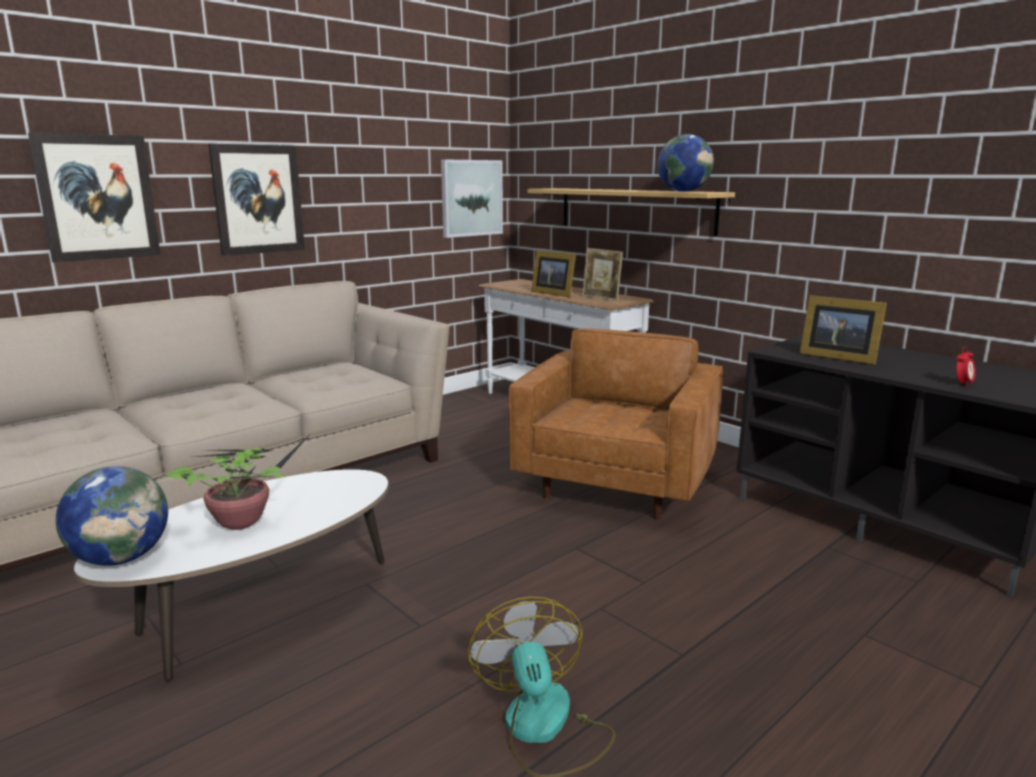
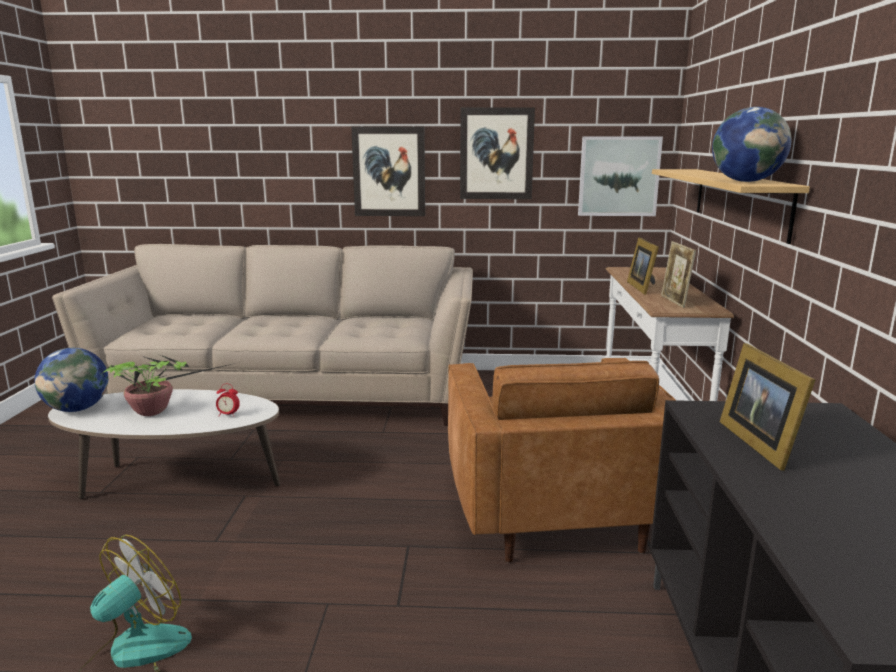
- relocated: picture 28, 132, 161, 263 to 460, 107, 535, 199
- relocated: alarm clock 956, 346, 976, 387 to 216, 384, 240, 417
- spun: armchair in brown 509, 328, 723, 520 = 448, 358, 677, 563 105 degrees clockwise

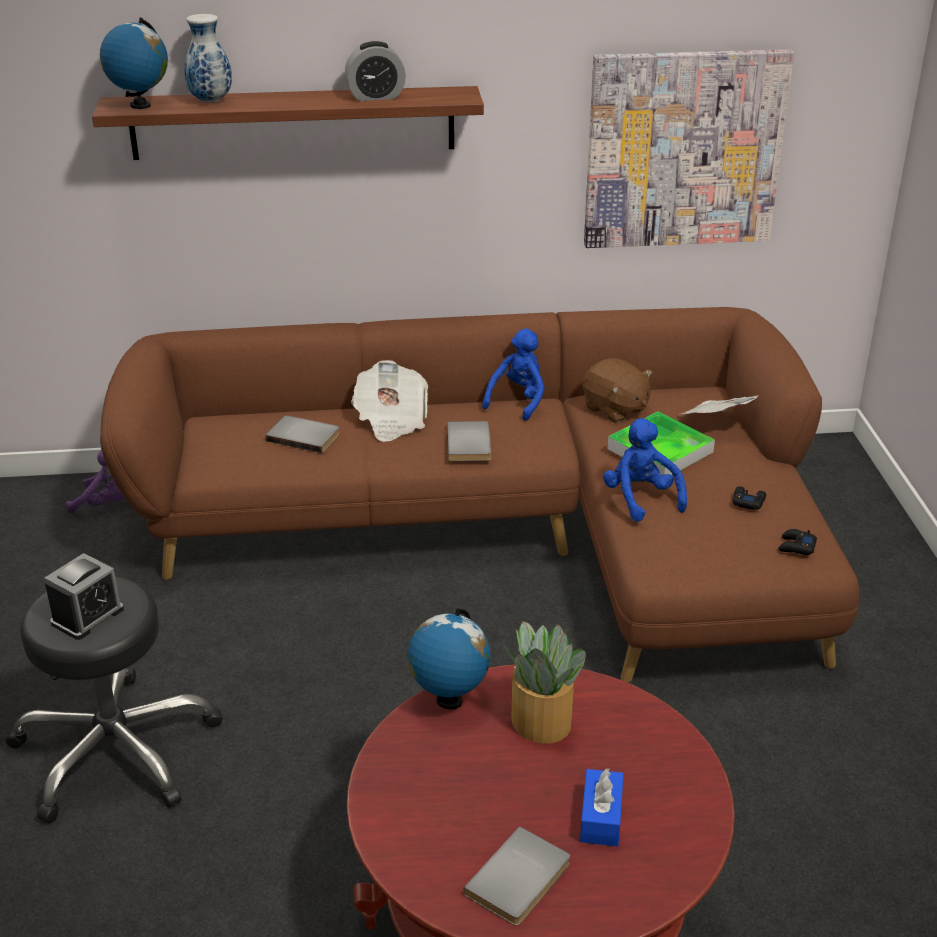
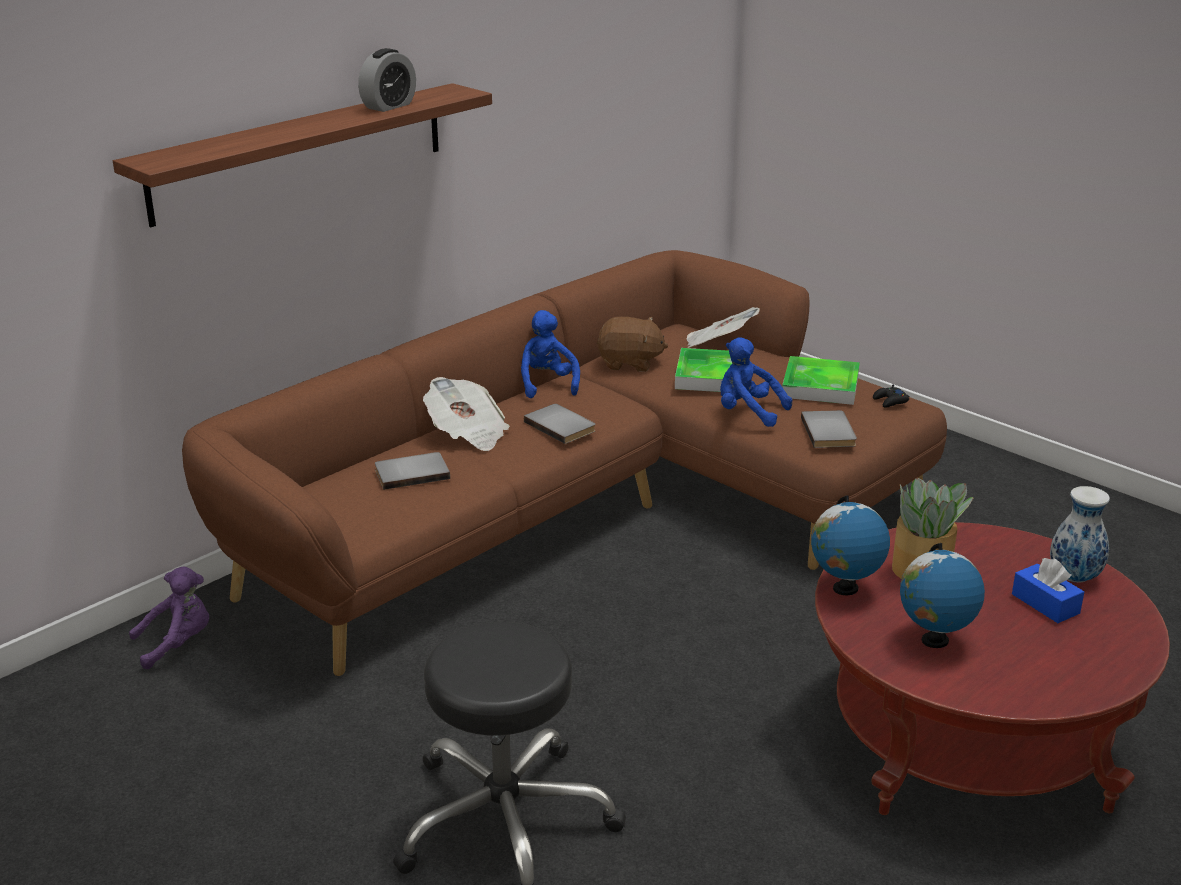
- missing: alarm clock 44, 553, 124, 640
- missing: picture 584, 49, 794, 248
- relocated: globe 100, 18, 168, 109 to 900, 543, 985, 648
- relocated: vase 184, 14, 232, 103 to 1050, 486, 1110, 583
- relocated: book in grey 463, 826, 570, 926 to 801, 410, 857, 448
- exchanged: game controller in black 733, 486, 766, 510 to tray 782, 356, 860, 405

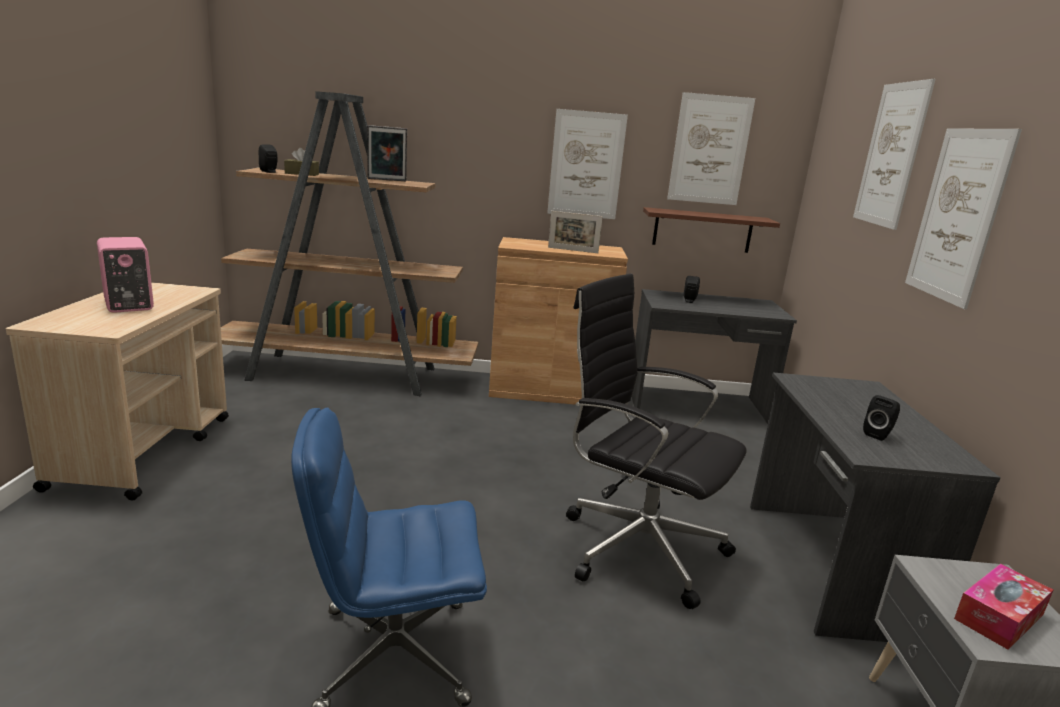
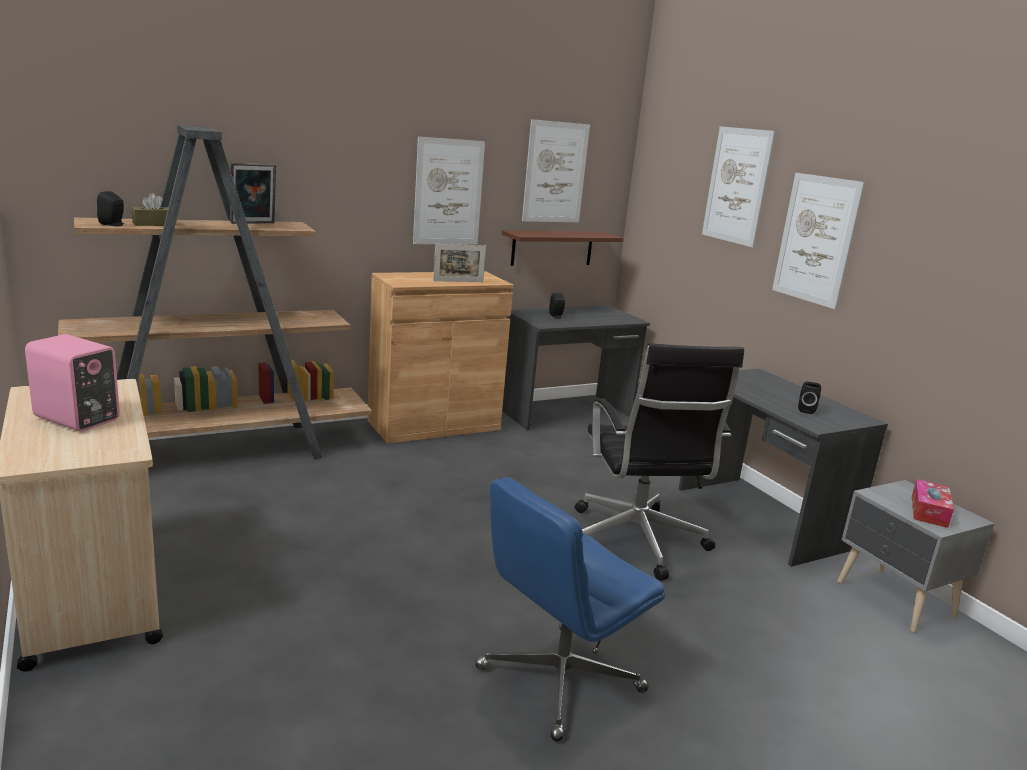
- spun: office chair in black 566, 273, 747, 609 = 575, 344, 744, 580 105 degrees counterclockwise

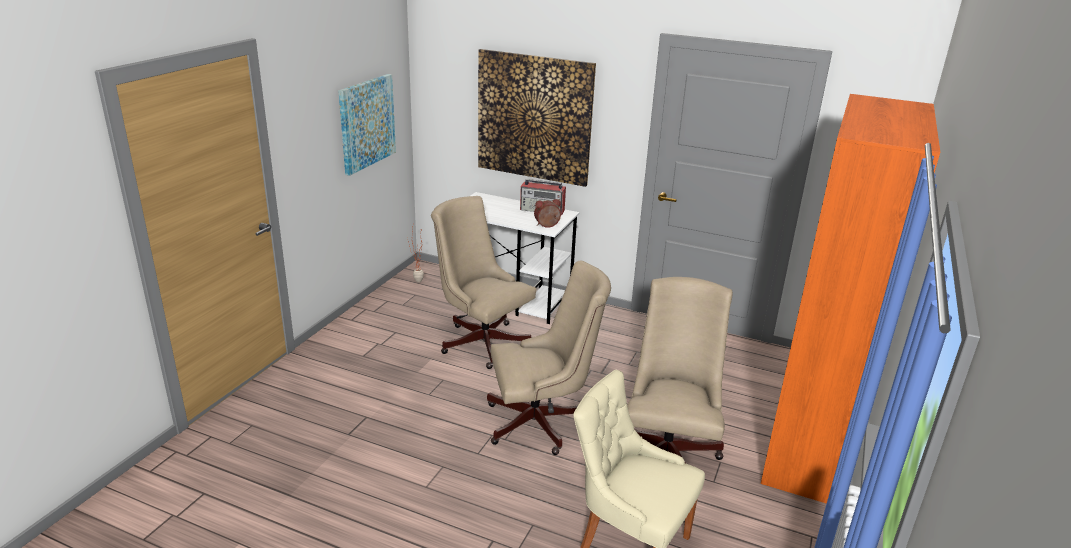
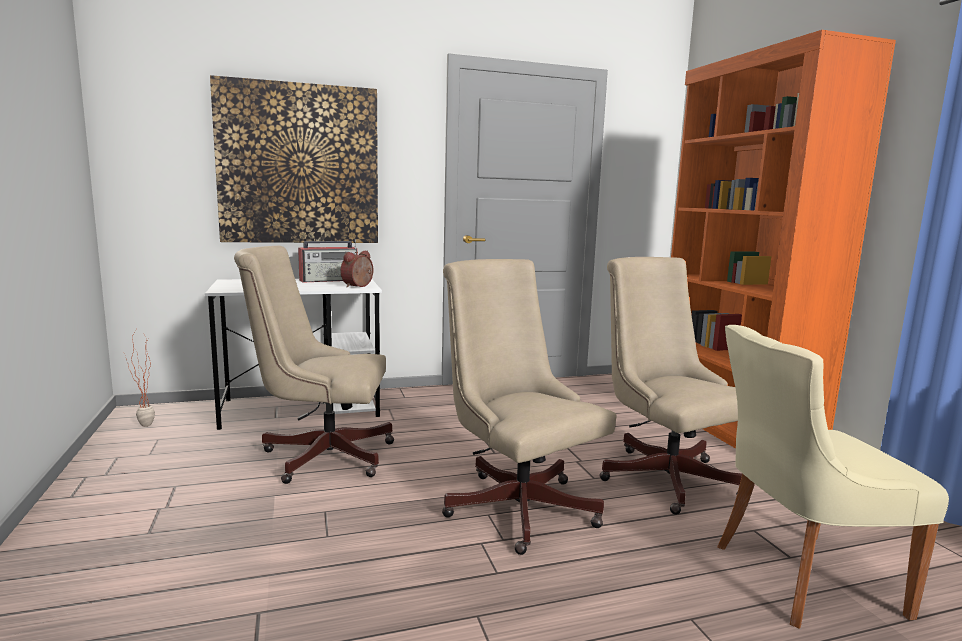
- missing: picture 338, 74, 396, 176
- spun: office chair in beige 487, 261, 611, 455 = 442, 259, 616, 555 75 degrees counterclockwise

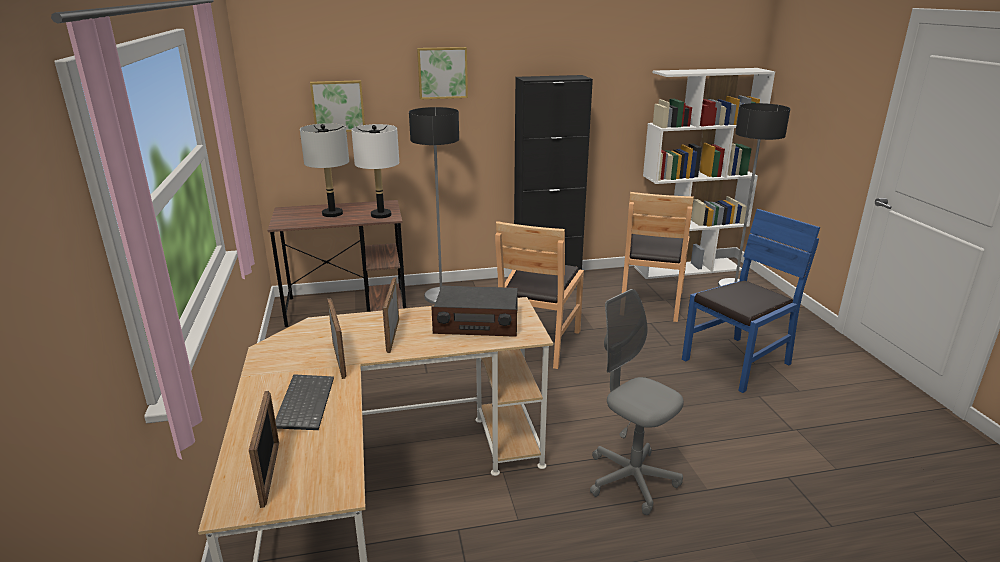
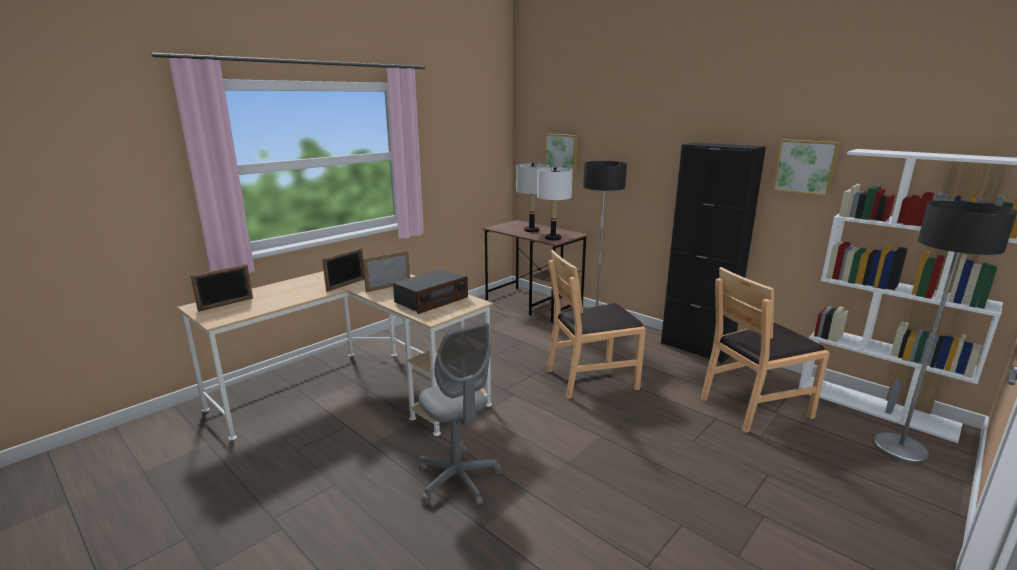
- missing: keyboard 275, 374, 334, 430
- missing: chair in blue 682, 209, 820, 393
- relocated: picture 417, 47, 468, 100 to 772, 139, 840, 196
- spun: radio 431, 286, 518, 337 = 393, 269, 468, 314 105 degrees counterclockwise
- spun: office chair in grey 590, 289, 684, 515 = 419, 323, 502, 507 135 degrees clockwise

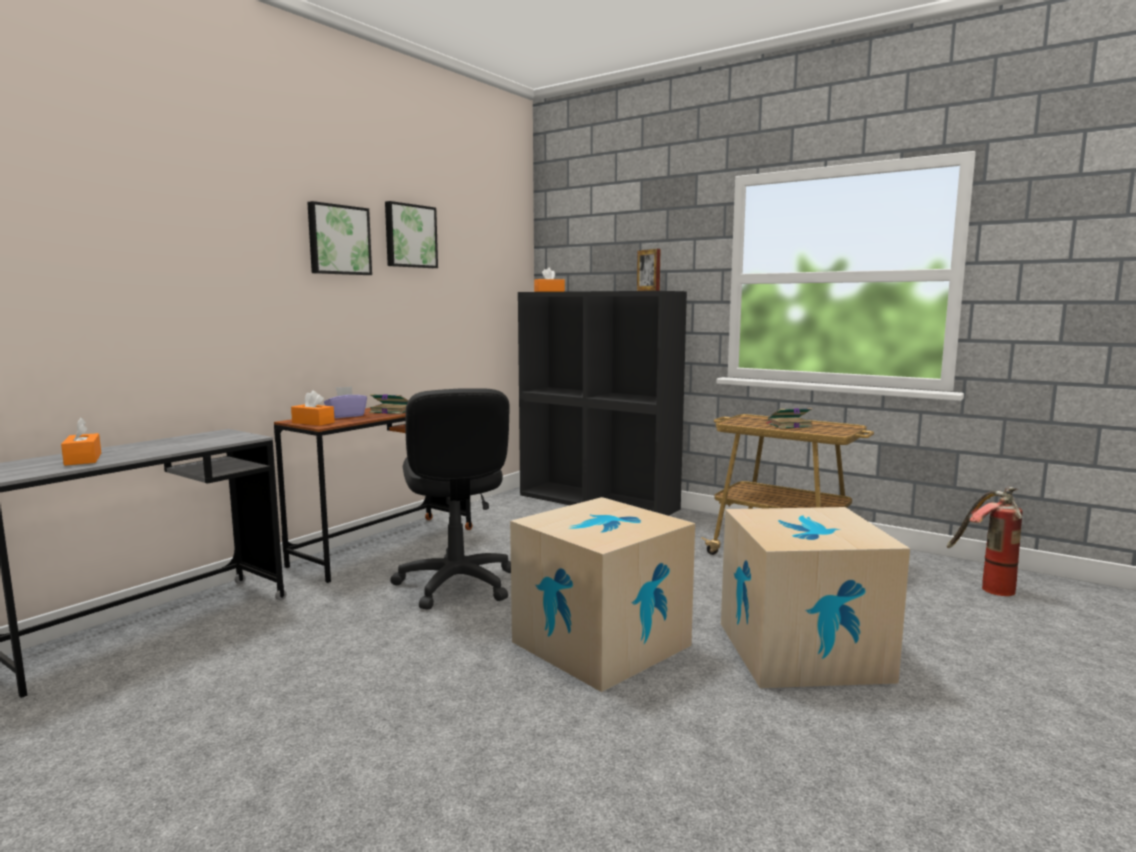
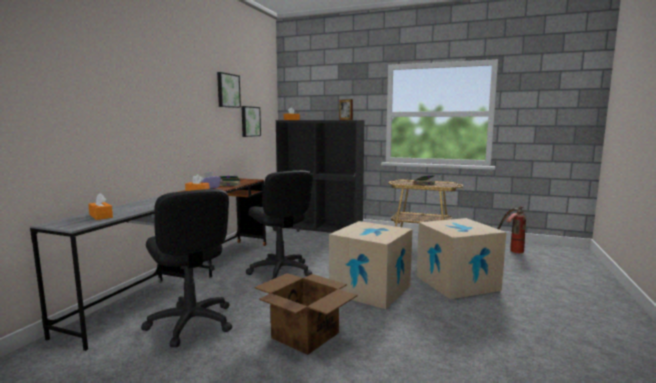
- appeared: office chair in black 141, 189, 232, 347
- appeared: cardboard box 255, 273, 357, 355
- relocated: picture 307, 201, 372, 275 to 241, 106, 261, 137

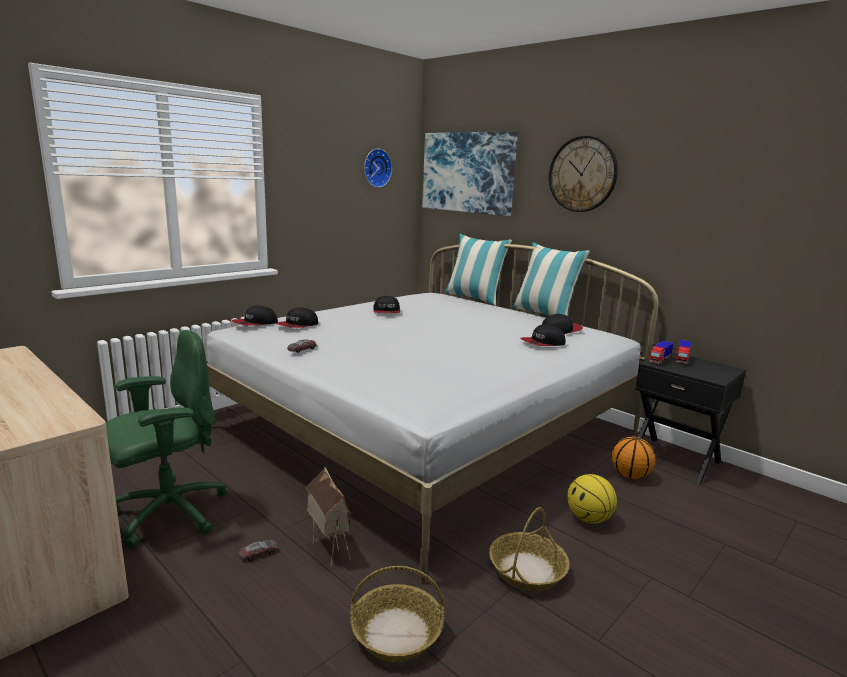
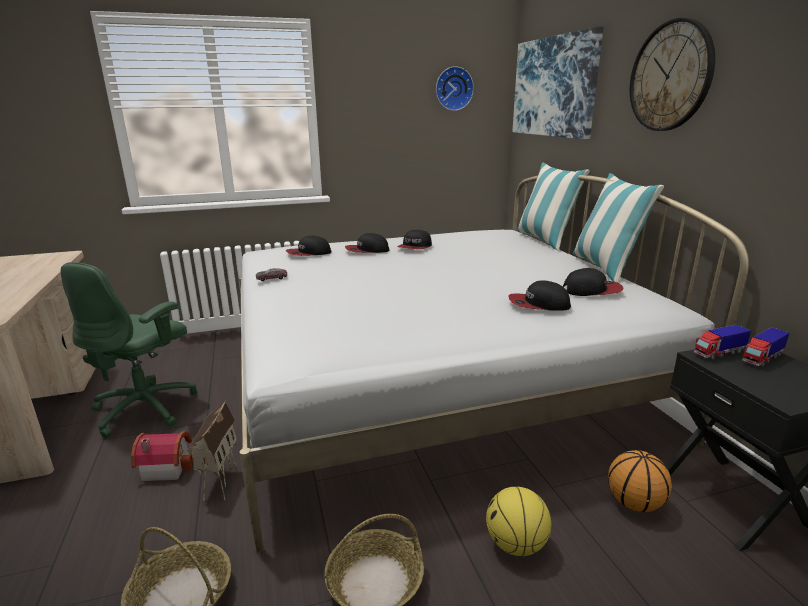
- relocated: cap 232, 306, 278, 326 to 345, 233, 389, 253
- exchanged: toy car 239, 540, 278, 561 to toy house 131, 431, 193, 481
- spun: office chair in green 106, 330, 226, 548 = 61, 262, 197, 438 120 degrees clockwise

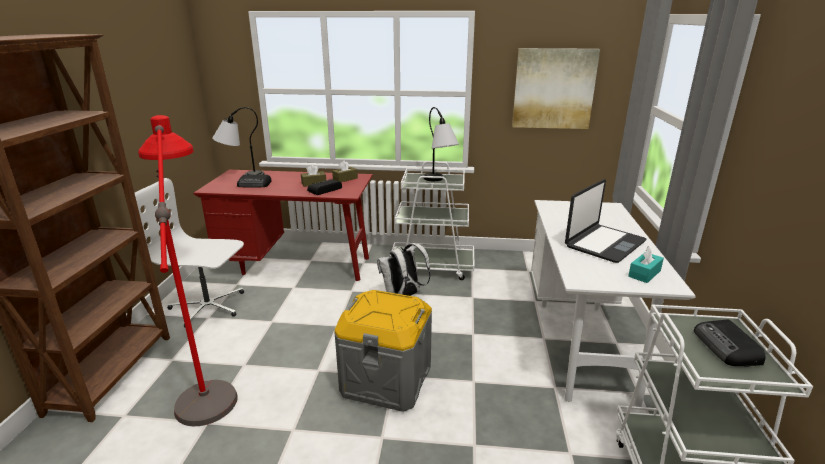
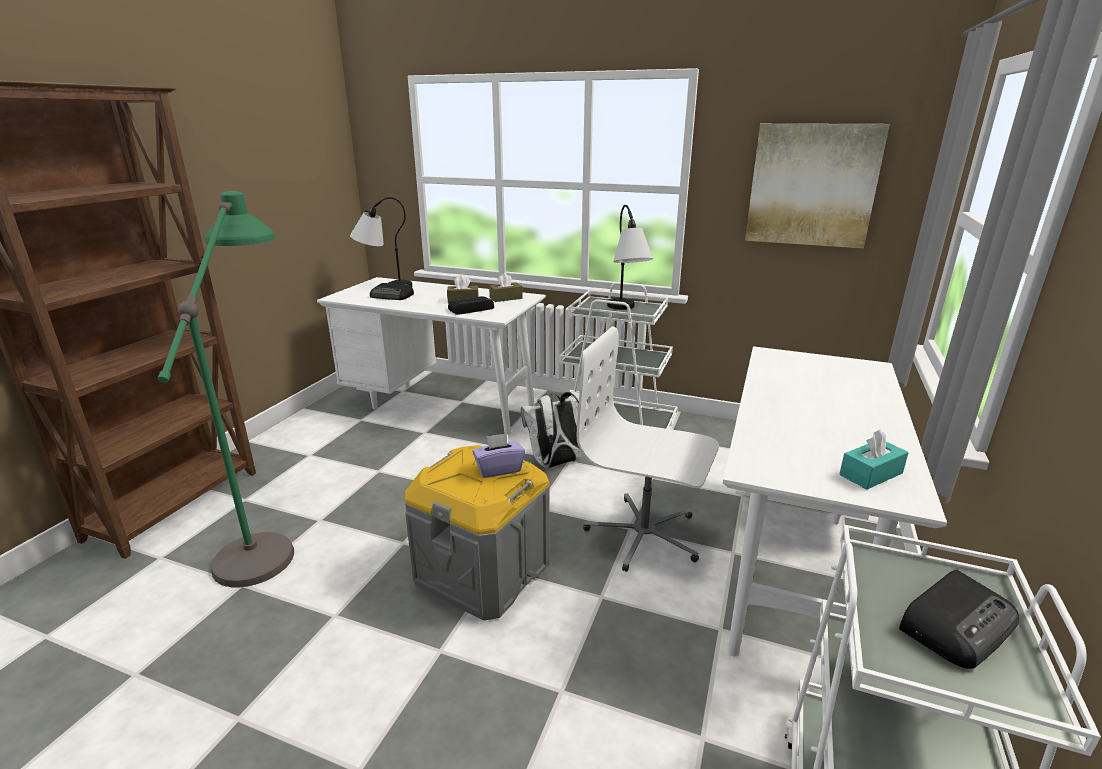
- missing: laptop 565, 179, 646, 263
- appeared: tissue box in purple 472, 433, 525, 478
- relocated: office chair in white 135, 178, 244, 327 to 577, 326, 719, 572
- colour: floor lamp in red 138, 115, 238, 426 to floor lamp in green 157, 191, 294, 587
- colour: desk in red 194, 170, 373, 281 to desk in white 317, 277, 546, 435
- spun: radio 694, 319, 766, 367 = 899, 569, 1019, 669 135 degrees counterclockwise

